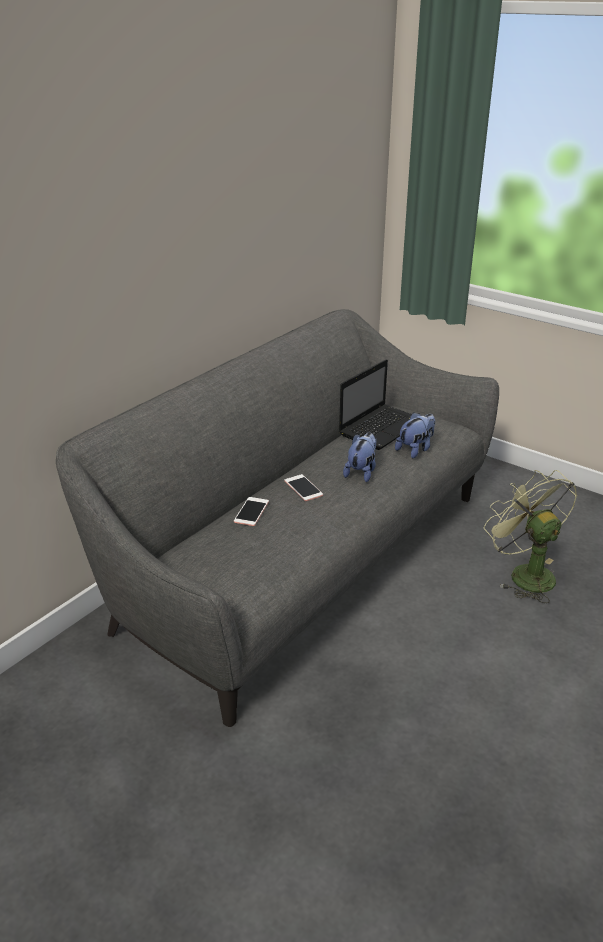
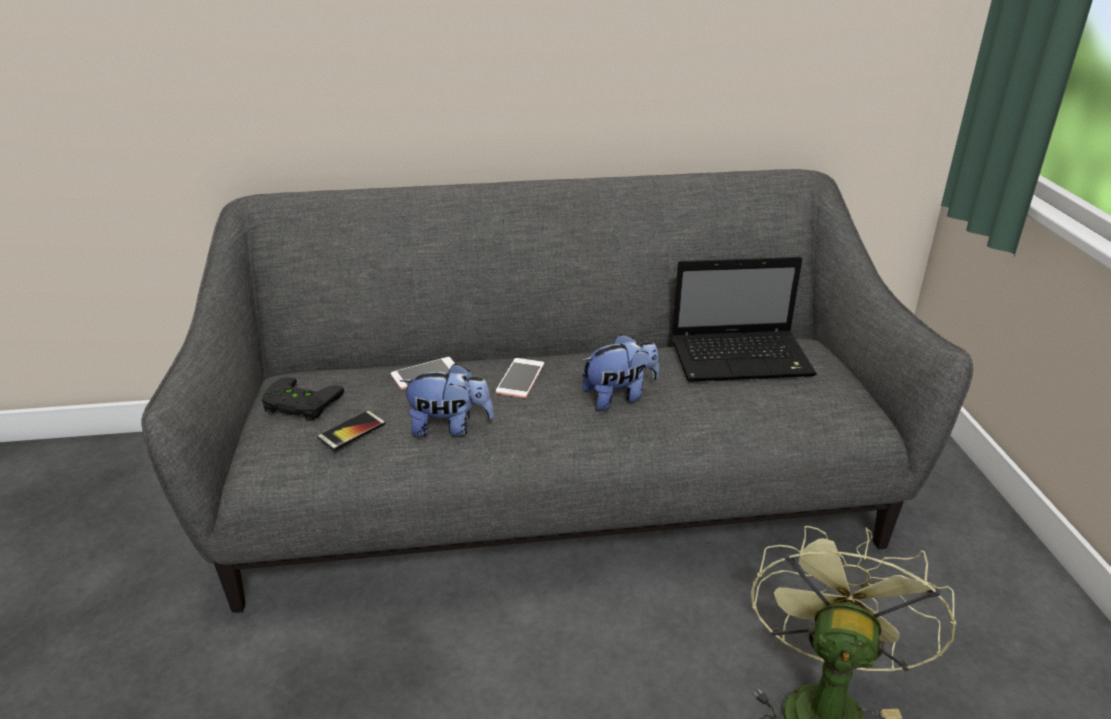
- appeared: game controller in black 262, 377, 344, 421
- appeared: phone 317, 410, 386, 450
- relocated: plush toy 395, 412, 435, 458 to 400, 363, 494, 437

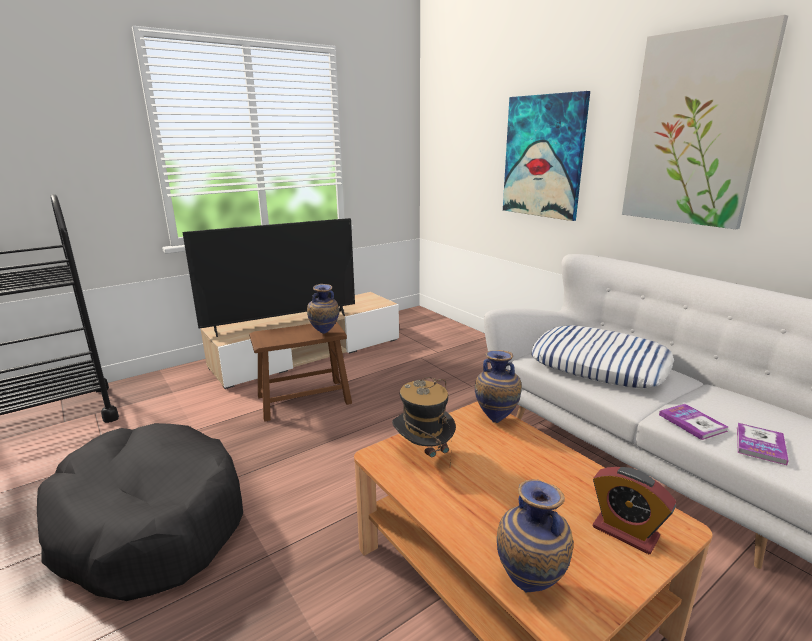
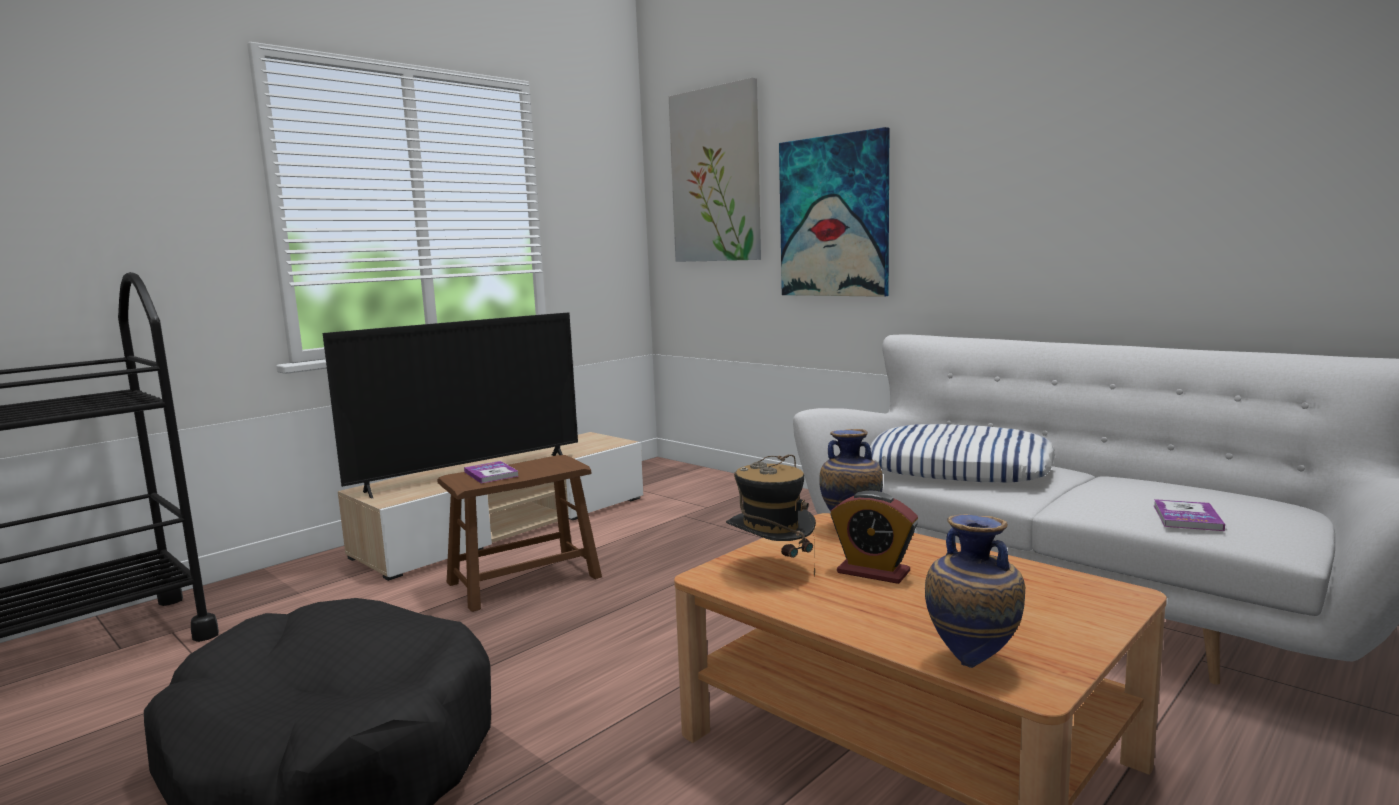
- missing: vase 307, 284, 339, 334
- relocated: alarm clock 593, 467, 676, 554 to 830, 491, 918, 584
- relocated: picture 622, 15, 788, 229 to 669, 78, 761, 262
- relocated: book 659, 404, 728, 440 to 464, 461, 518, 483

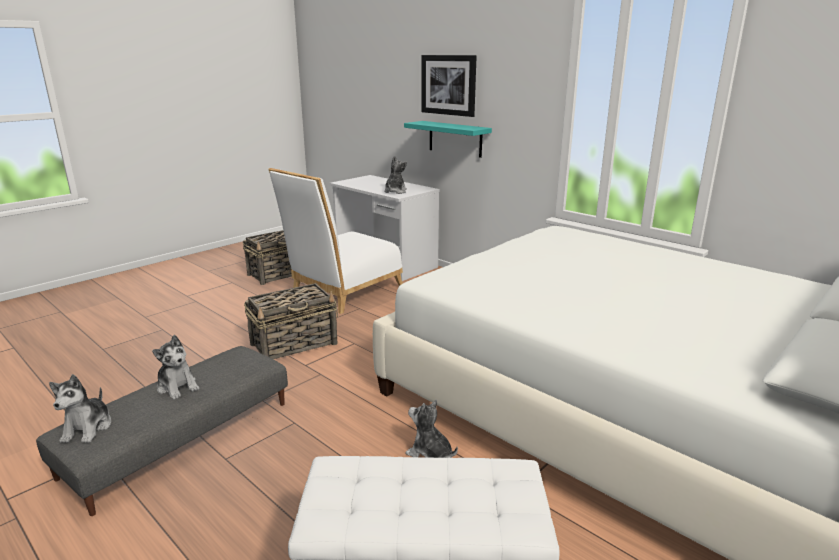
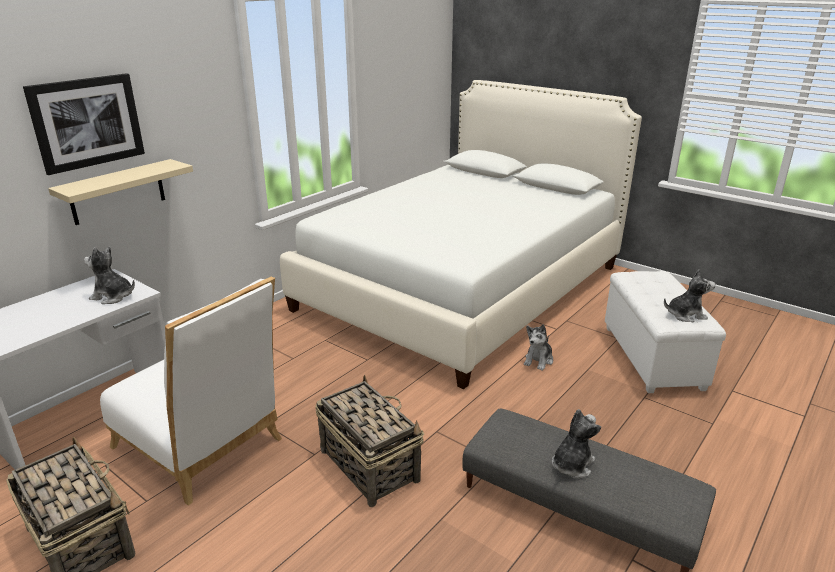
- relocated: plush toy 49, 374, 112, 443 to 664, 269, 715, 322
- colour: shelf in turquoise 404, 121, 492, 158 to shelf in beige 48, 159, 193, 225

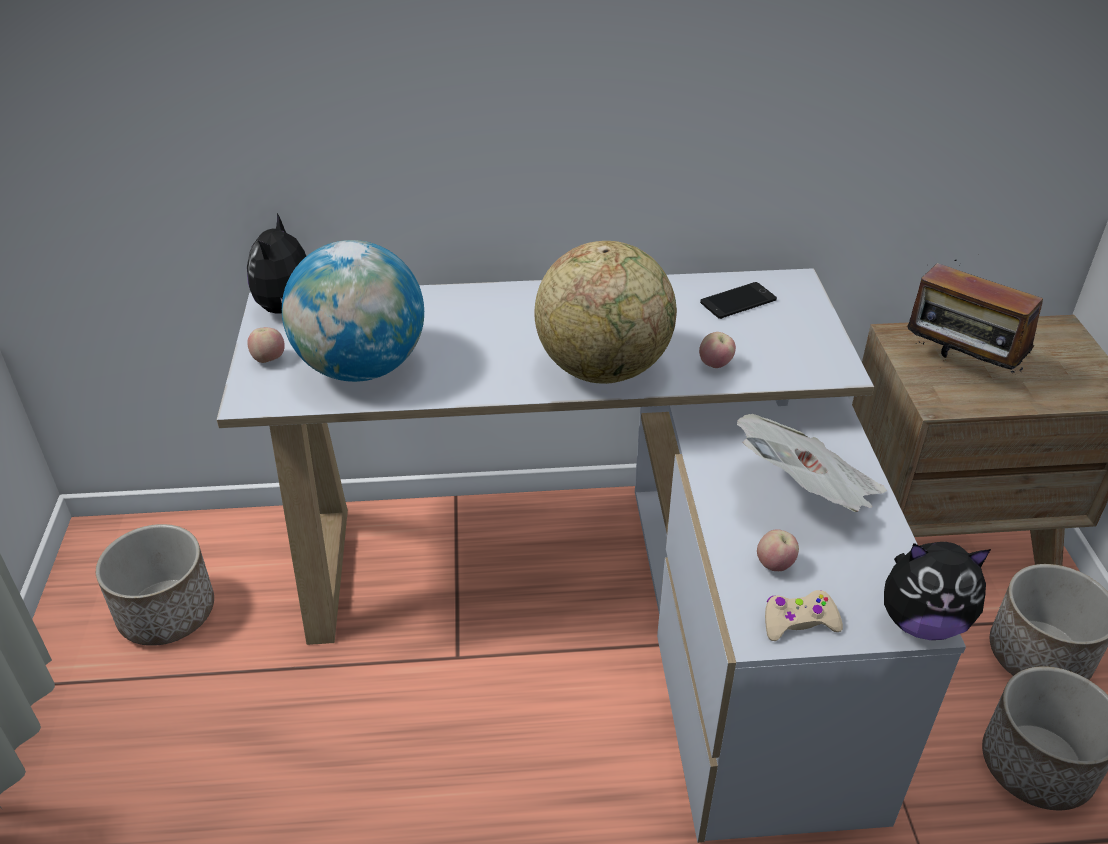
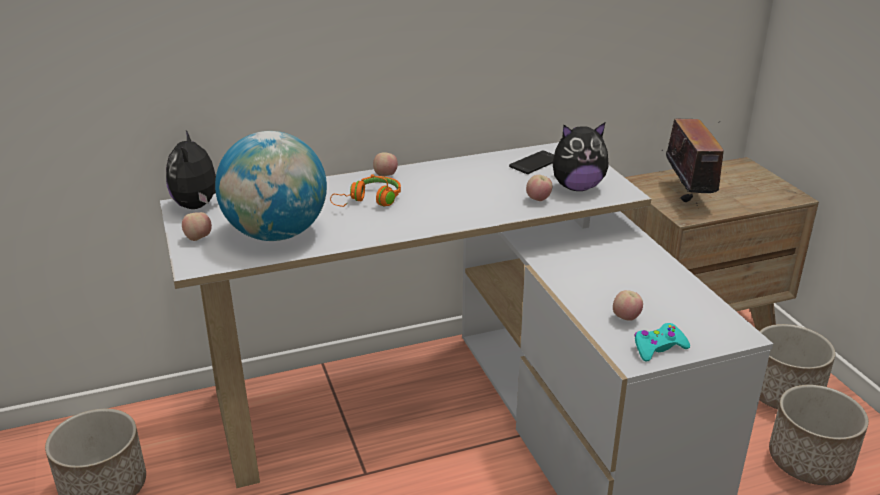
- missing: globe 534, 241, 677, 384
- missing: newspaper 737, 414, 886, 512
- appeared: headphones in orange 330, 174, 401, 207
- appeared: apple 373, 152, 398, 176
- relocated: plush toy 884, 542, 991, 640 to 553, 122, 609, 191
- colour: game controller in beige 765, 590, 843, 641 to game controller in turquoise 634, 323, 690, 362
- spun: radio 907, 260, 1043, 373 = 662, 119, 727, 206 120 degrees counterclockwise

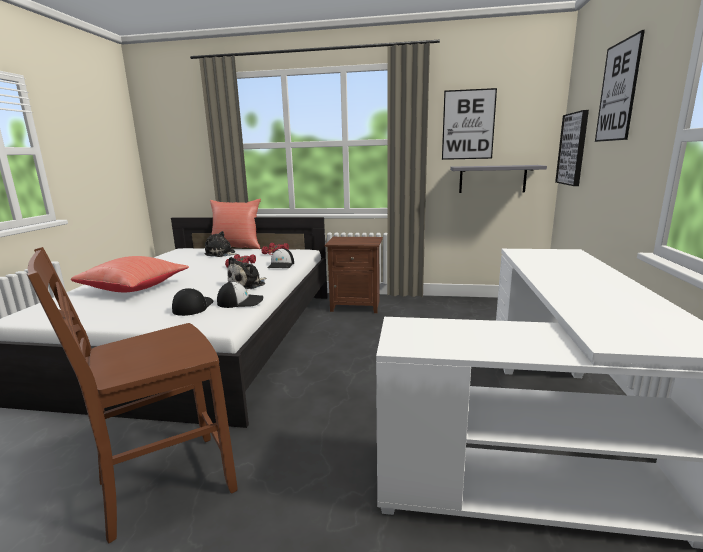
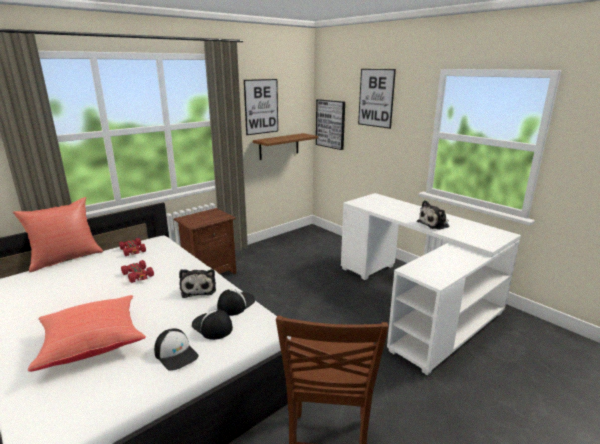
- relocated: plush toy 205, 231, 239, 257 to 417, 200, 449, 230
- relocated: cap 268, 248, 294, 268 to 154, 328, 199, 371
- colour: shelf in grey 450, 165, 547, 193 to shelf in brown 253, 133, 318, 160

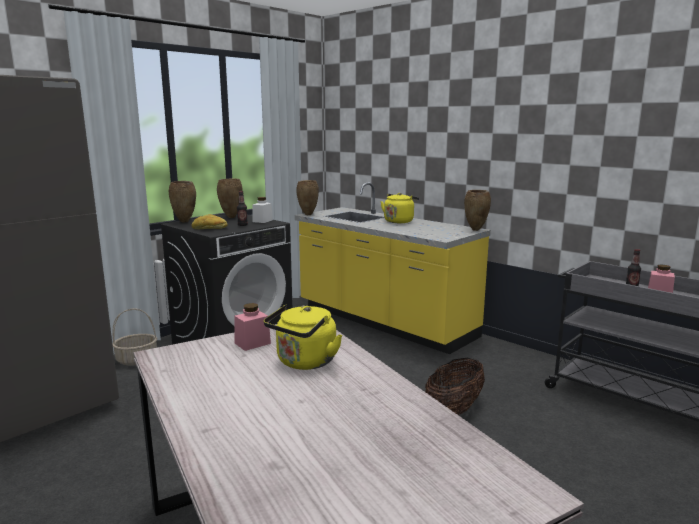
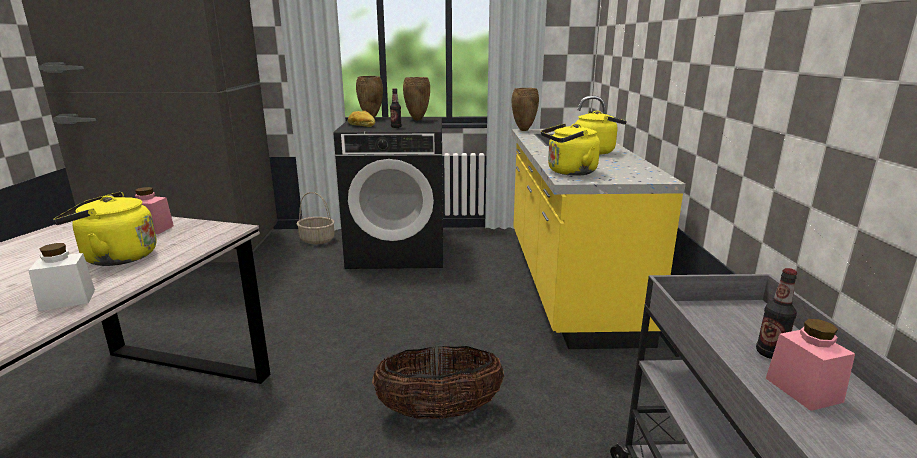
- missing: vase in brown 464, 190, 491, 231
- appeared: kettle in yellow 541, 123, 600, 176
- relocated: jar in white 253, 197, 273, 223 to 28, 243, 95, 311

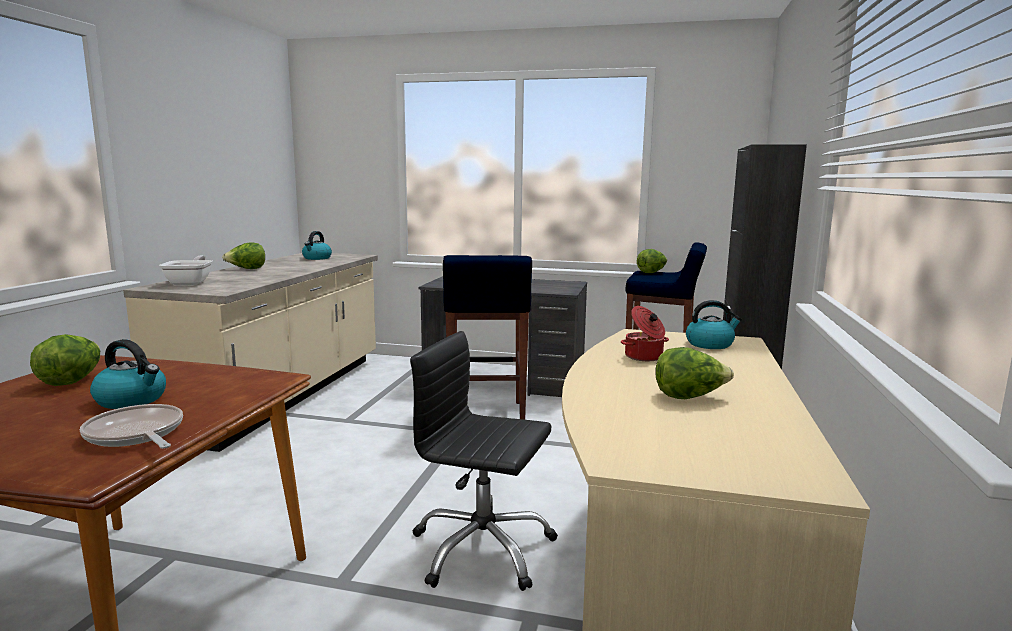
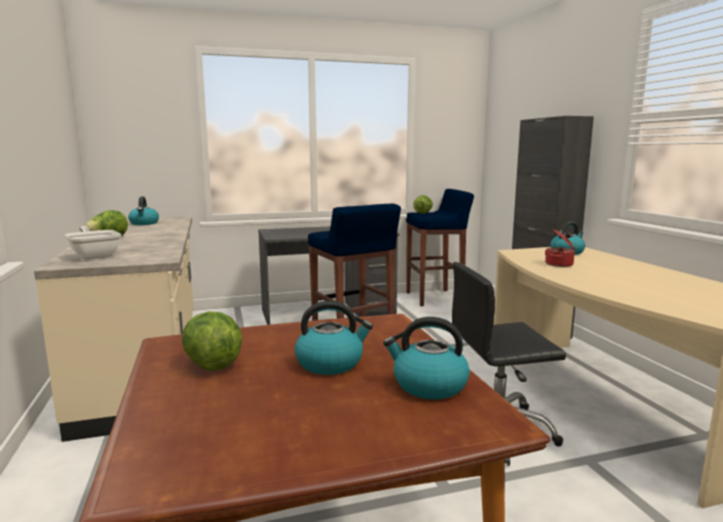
- missing: lettuce 655, 347, 734, 399
- exchanged: frying pan 80, 404, 183, 449 to kettle 383, 317, 470, 399

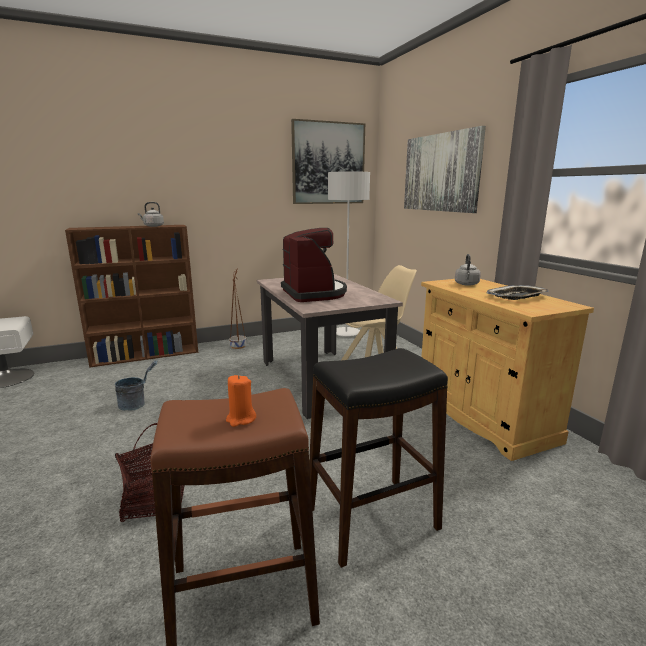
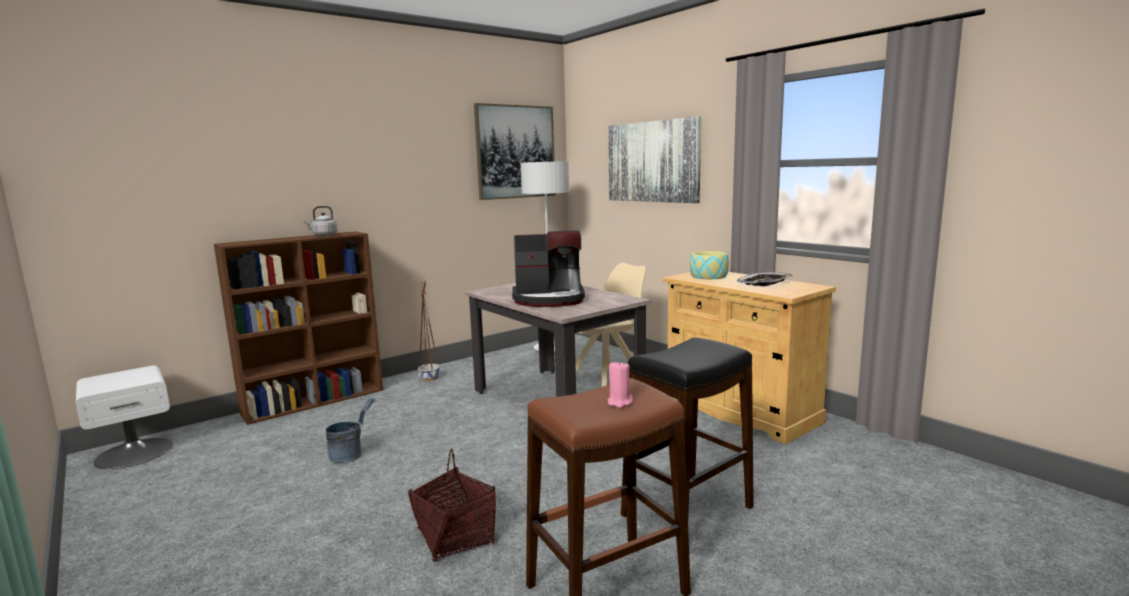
- exchanged: kettle in grey 455, 254, 481, 286 to bowl 690, 251, 729, 279
- colour: candle in orange 226, 375, 256, 427 to candle in pink 607, 361, 633, 408
- spun: coffee machine 281, 228, 347, 302 = 512, 231, 585, 307 120 degrees clockwise

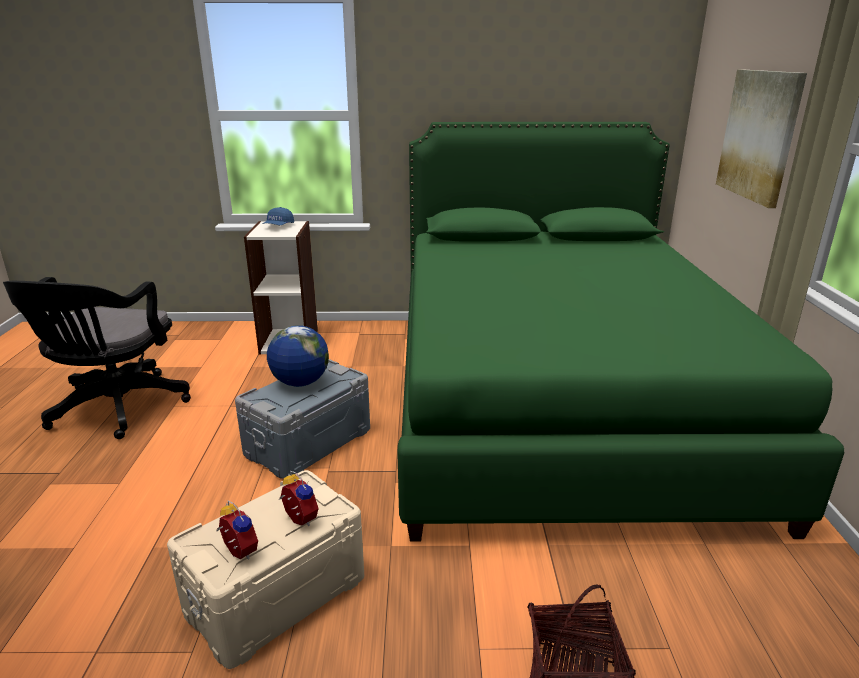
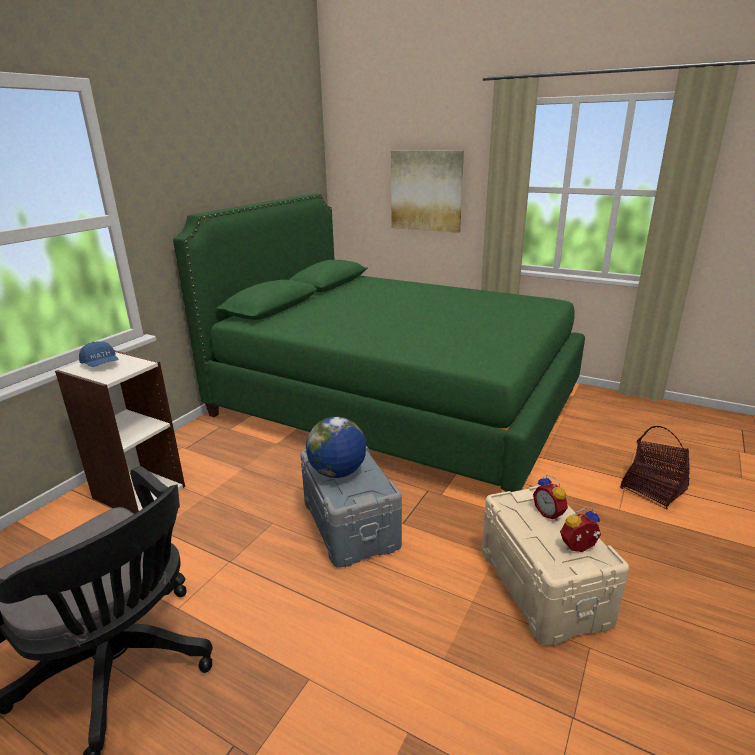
- spun: alarm clock 279, 470, 319, 526 = 533, 475, 568, 521 105 degrees counterclockwise

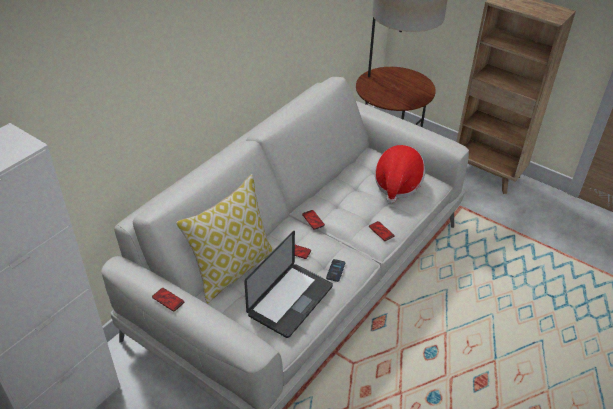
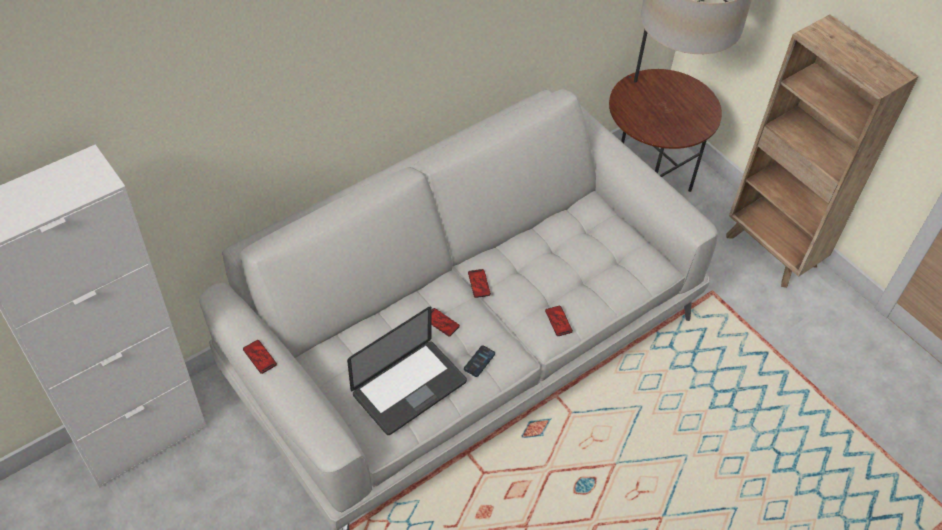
- missing: pillow 176, 174, 274, 303
- missing: hat 375, 145, 425, 203

